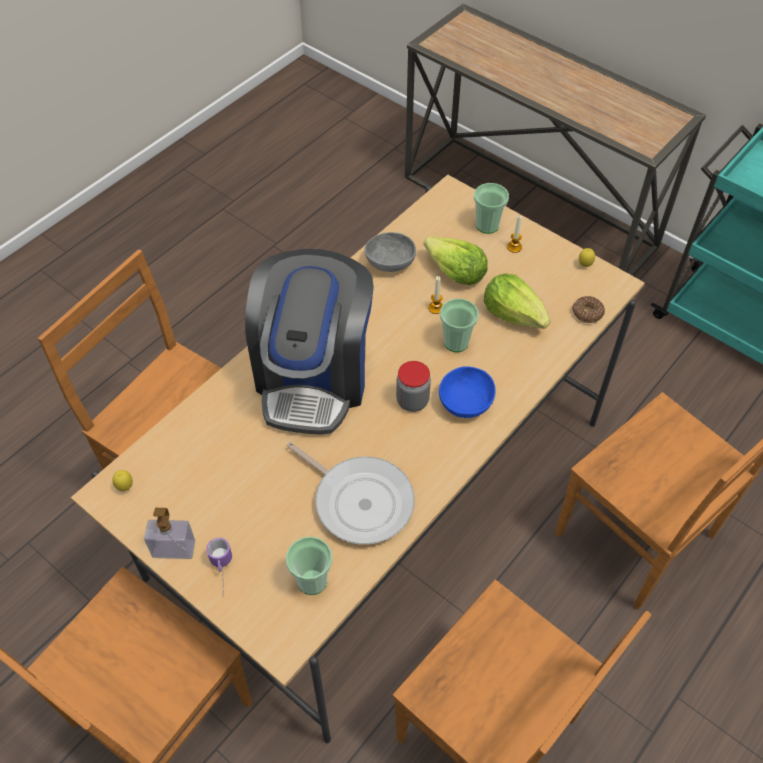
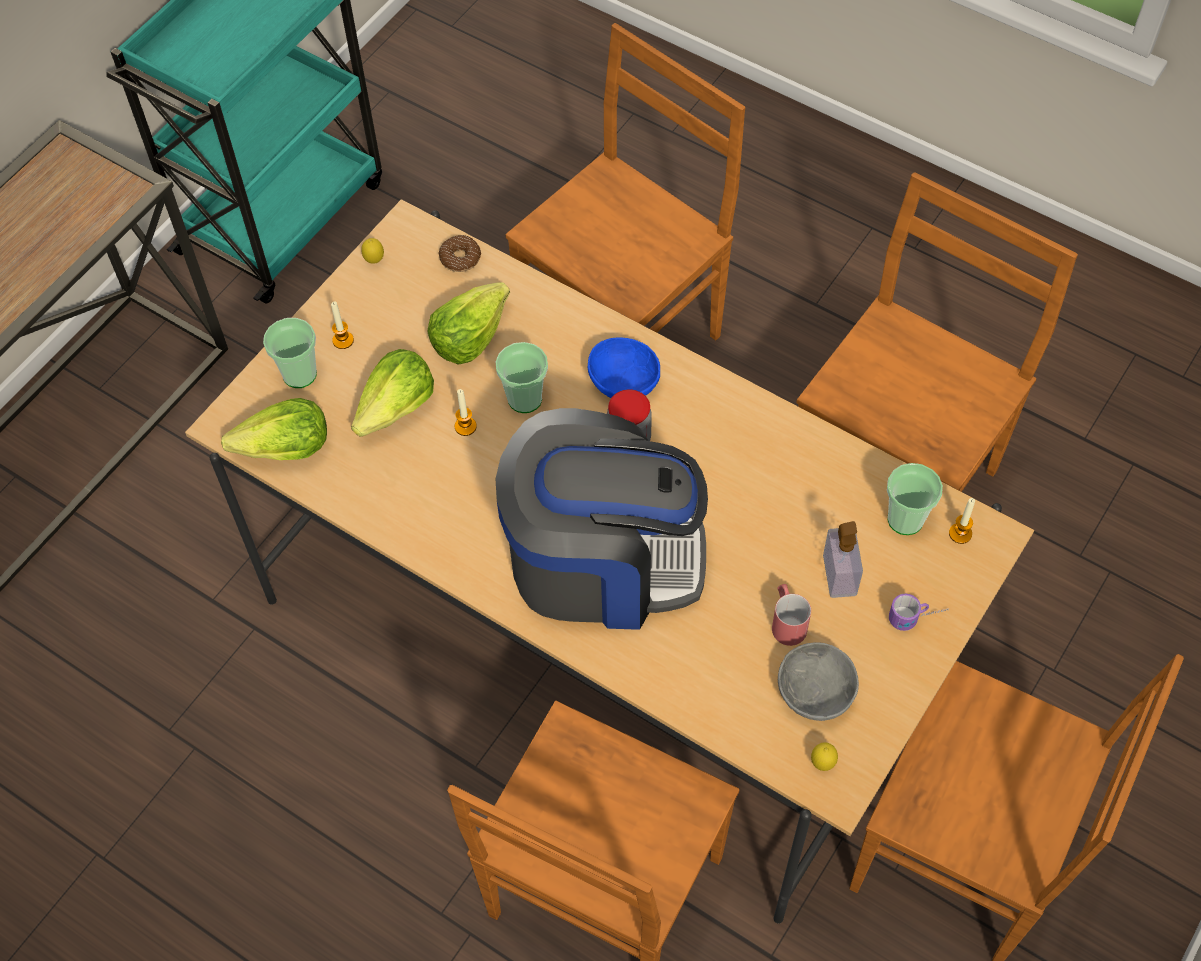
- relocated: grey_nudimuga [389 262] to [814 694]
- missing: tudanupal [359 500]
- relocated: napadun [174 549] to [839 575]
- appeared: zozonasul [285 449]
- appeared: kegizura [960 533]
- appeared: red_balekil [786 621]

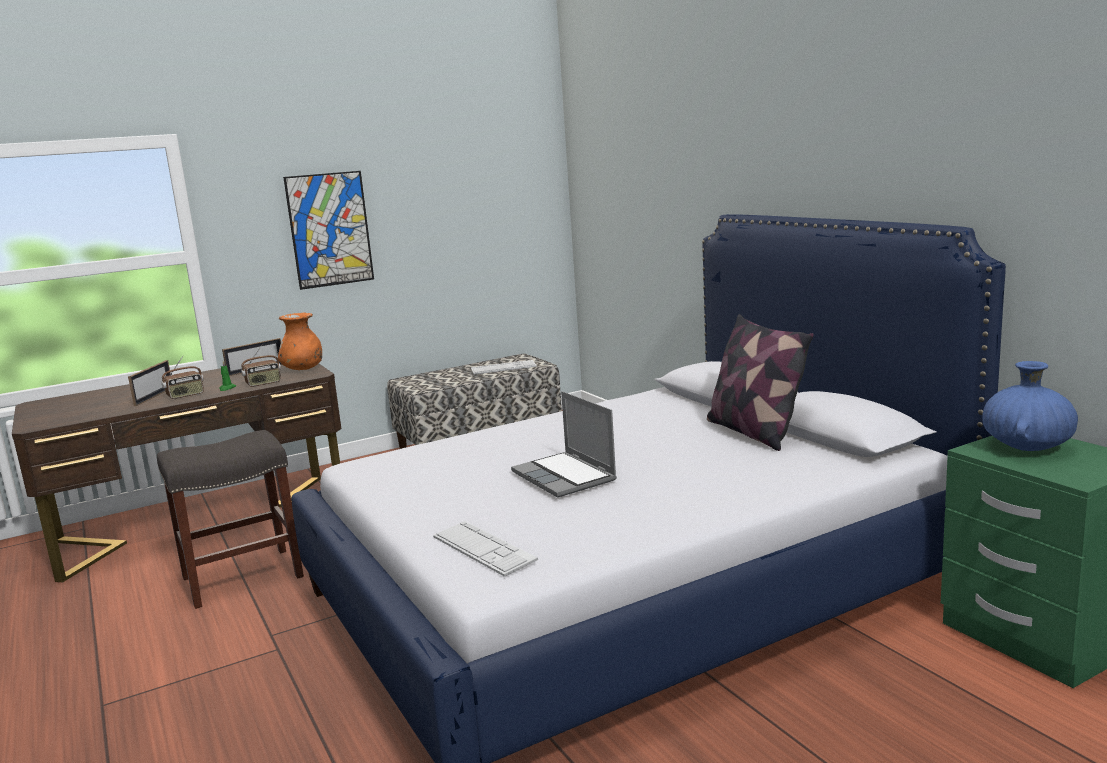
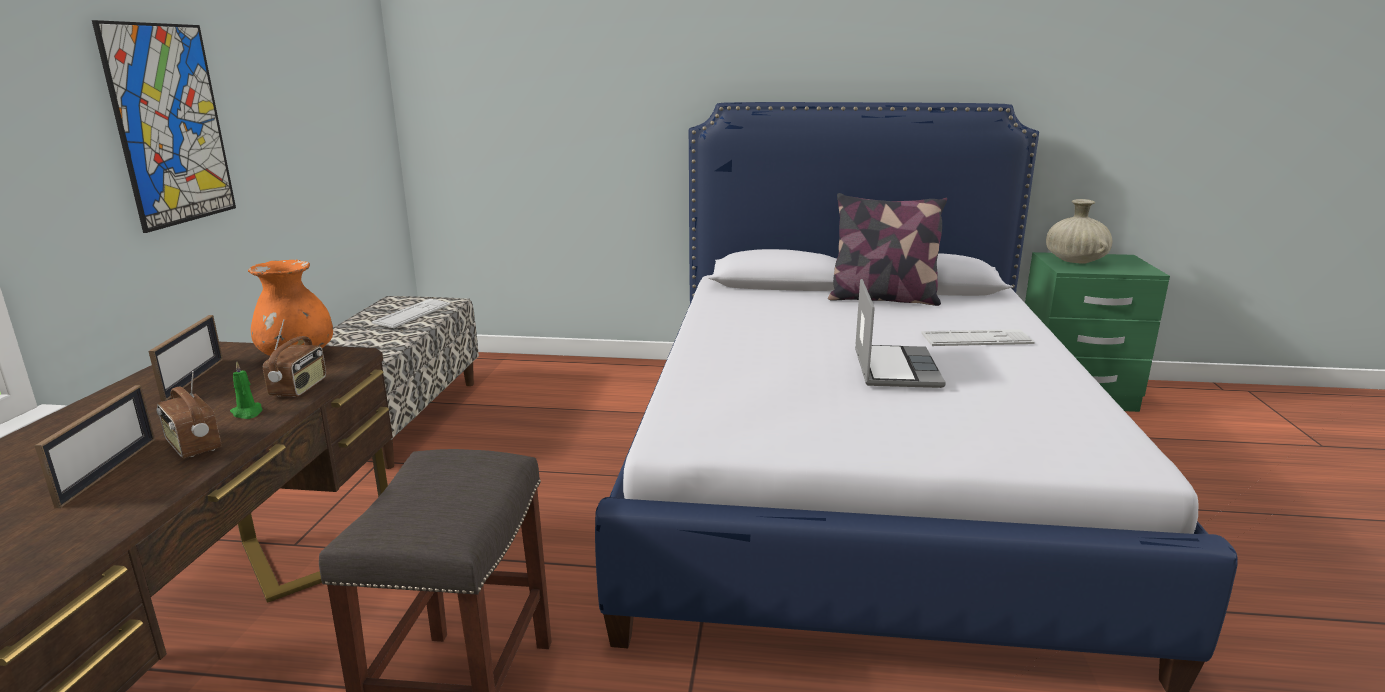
- spun: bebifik [185 395] = [192 446] 135 degrees clockwise
- spun: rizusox [154 396] = [108 471] 45 degrees clockwise
- colour: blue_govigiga [1026 446] to beige_govigiga [1075 261]
- spun: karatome [565 477] = [894 368] 90 degrees counterclockwise
- relocated: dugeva [483 549] to [976 339]

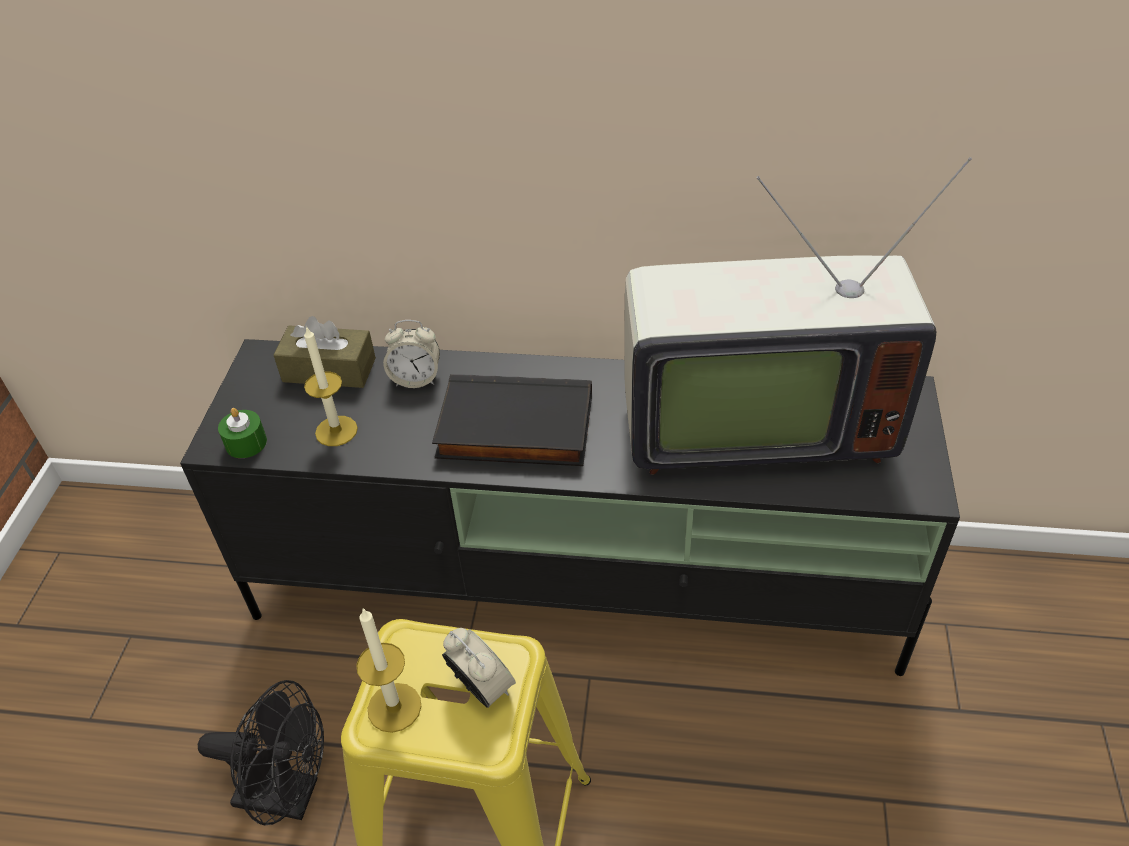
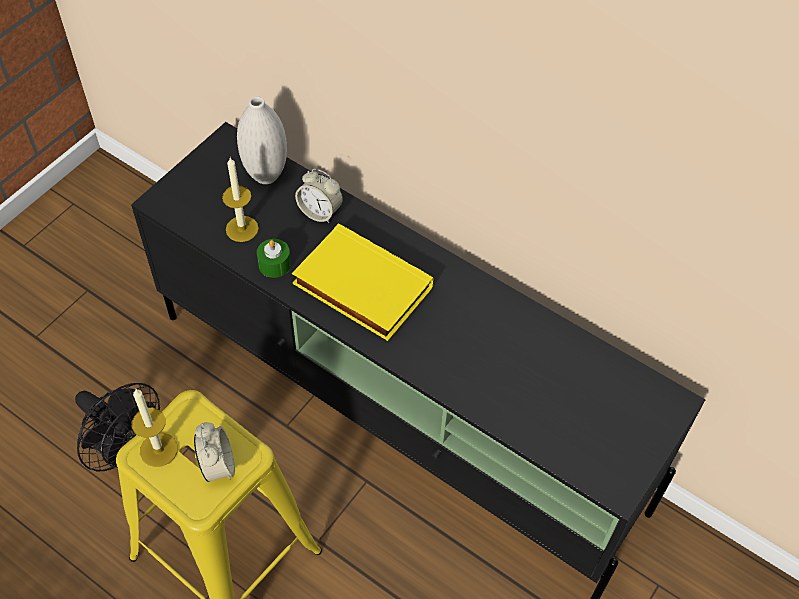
- missing: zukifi [750 423]
- exchanged: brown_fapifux [329 370] to white_govigiga [266 176]
- colour: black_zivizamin [513 429] to yellow_zivizamin [360 287]
- relocated: green_kegizura [246 443] to [274 264]

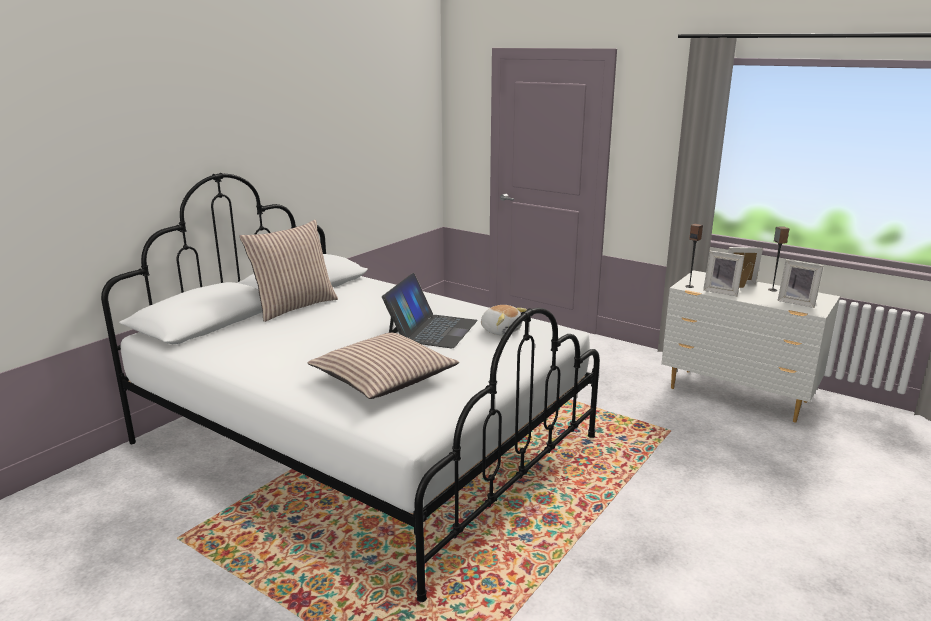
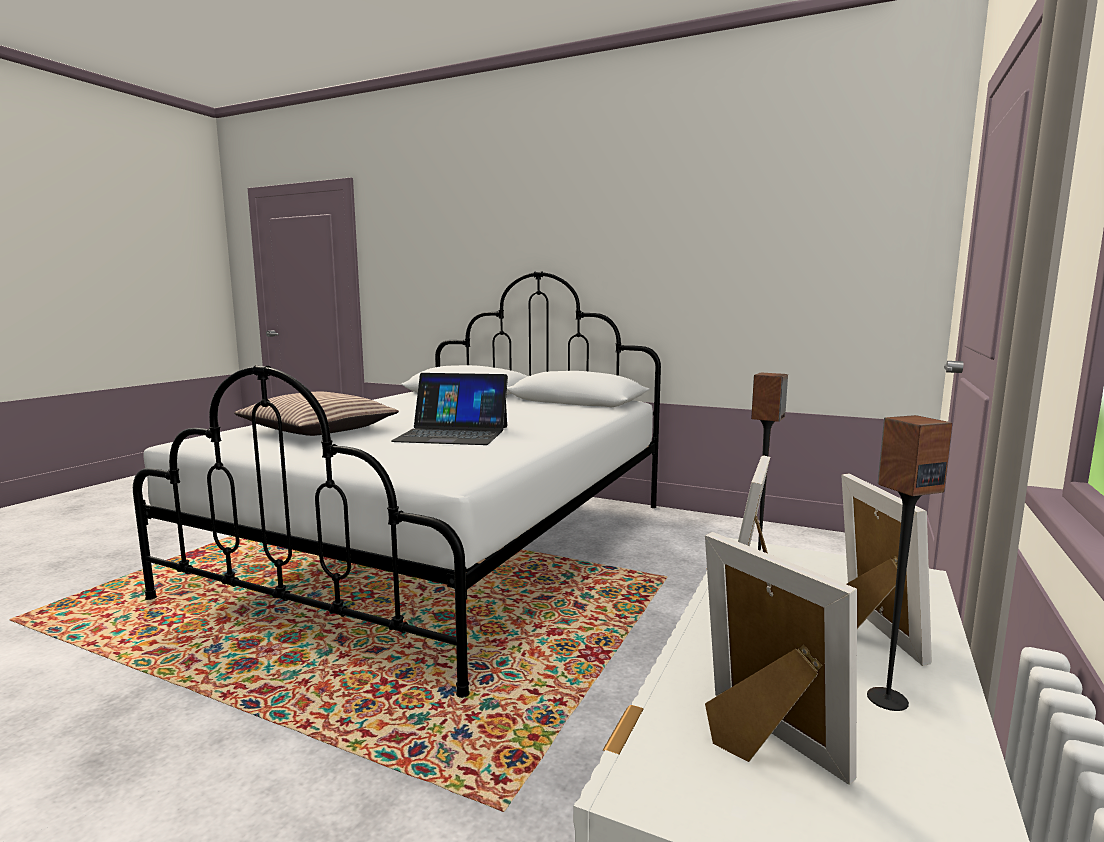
- missing: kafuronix [294 306]
- spun: rizusox [797 302] = [759 745] 120 degrees clockwise
- missing: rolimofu [501 330]

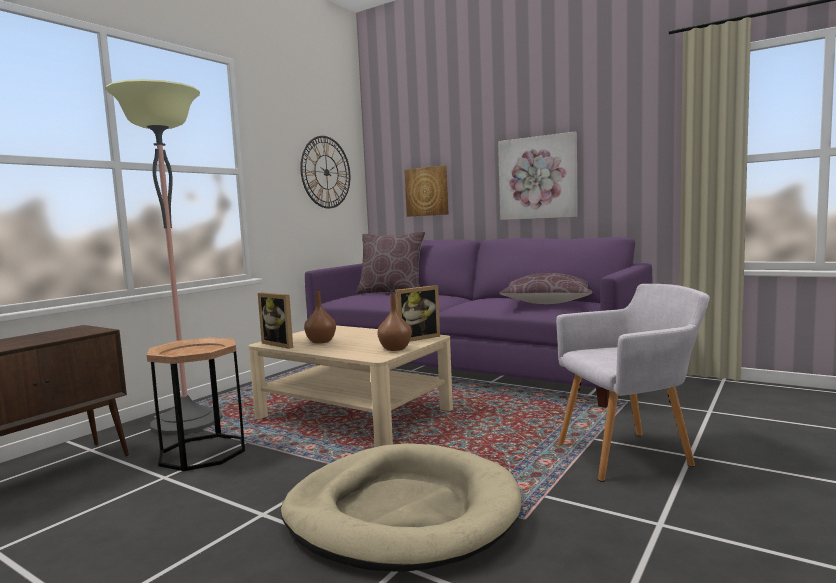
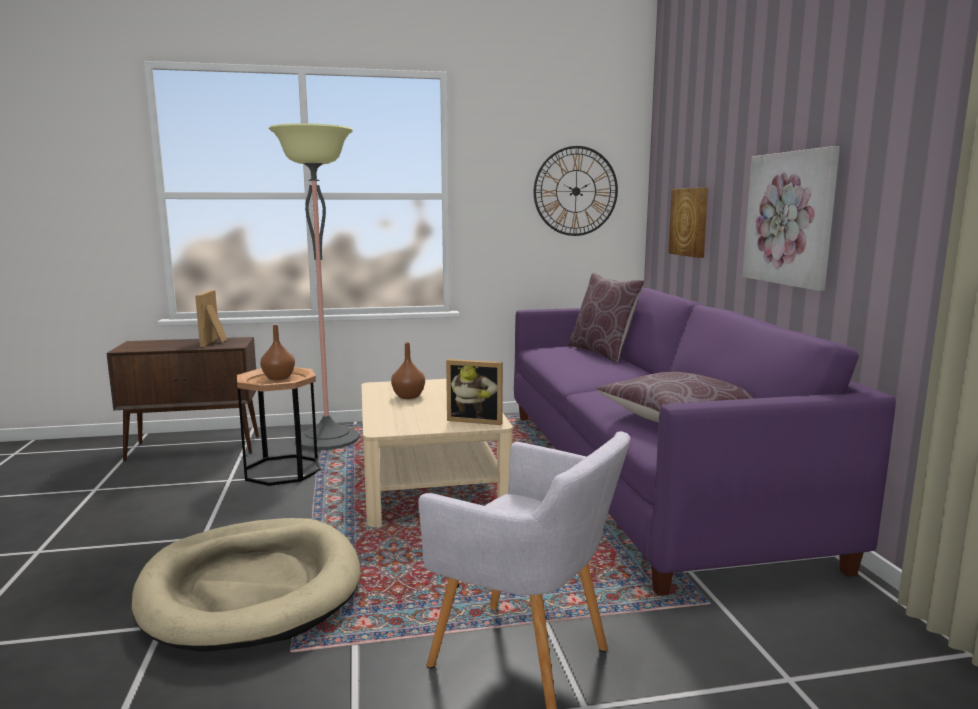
- relocated: rizusox [281 344] to [215 342]
- relocated: brown_govigiga [394 349] to [278 378]

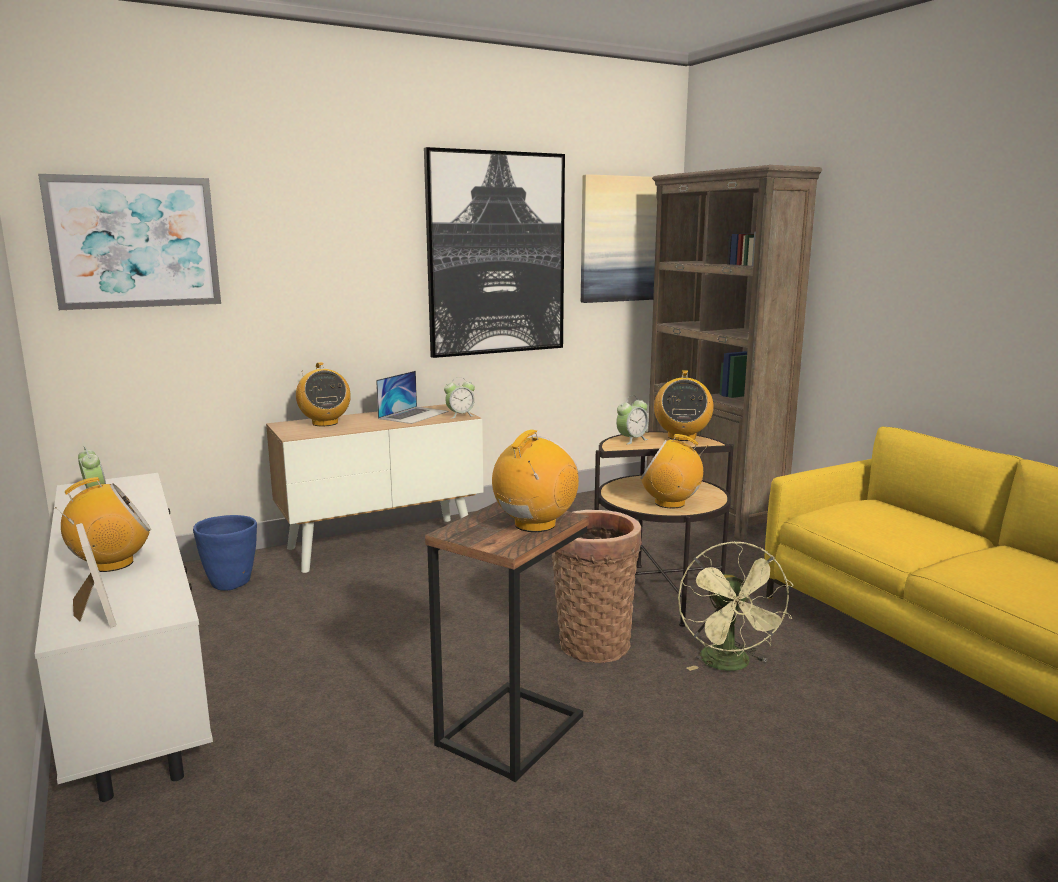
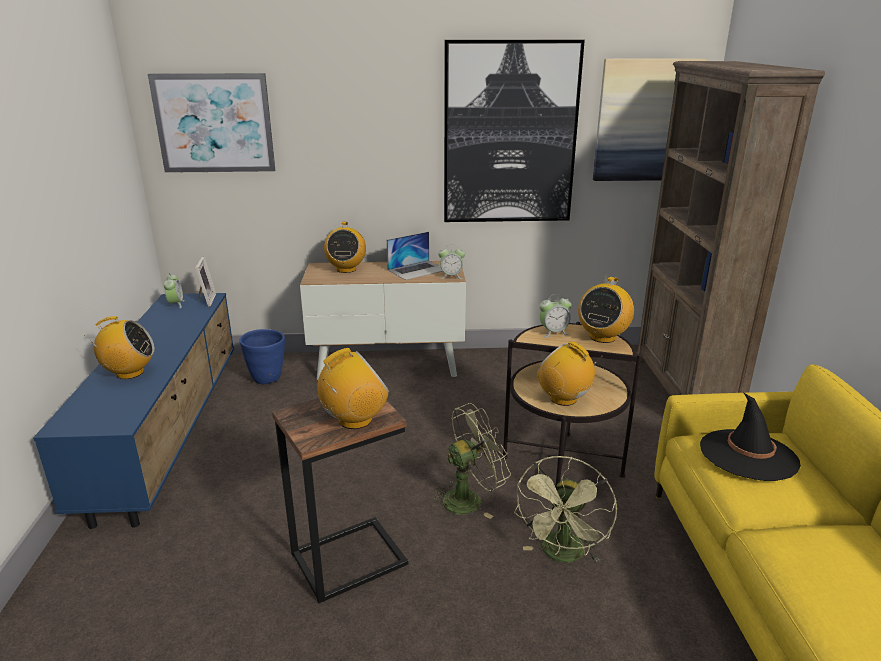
- colour: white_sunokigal [133 666] to blue_sunokigal [169 432]
- exchanged: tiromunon [592 642] to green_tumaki [469 498]
- relocated: rizusox [93 616] to [205 300]
- appeared: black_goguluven [748 455]

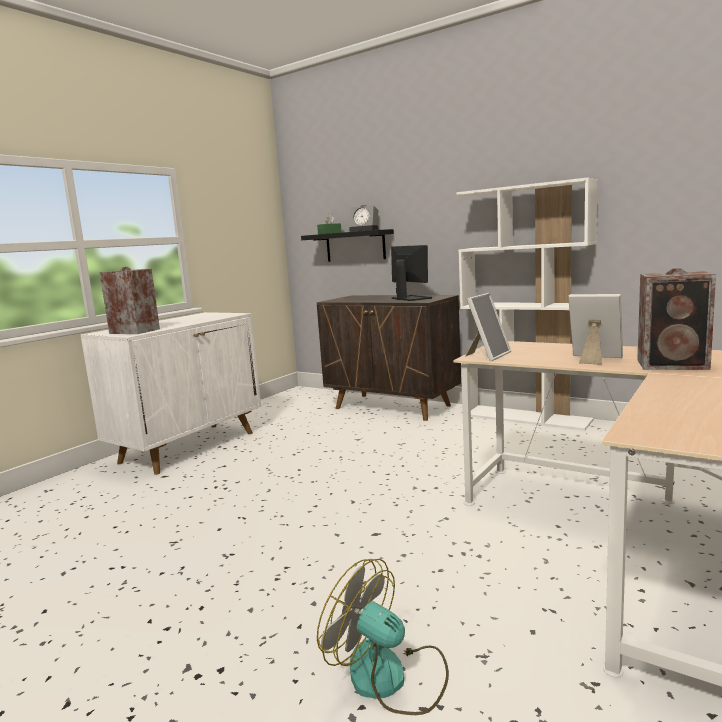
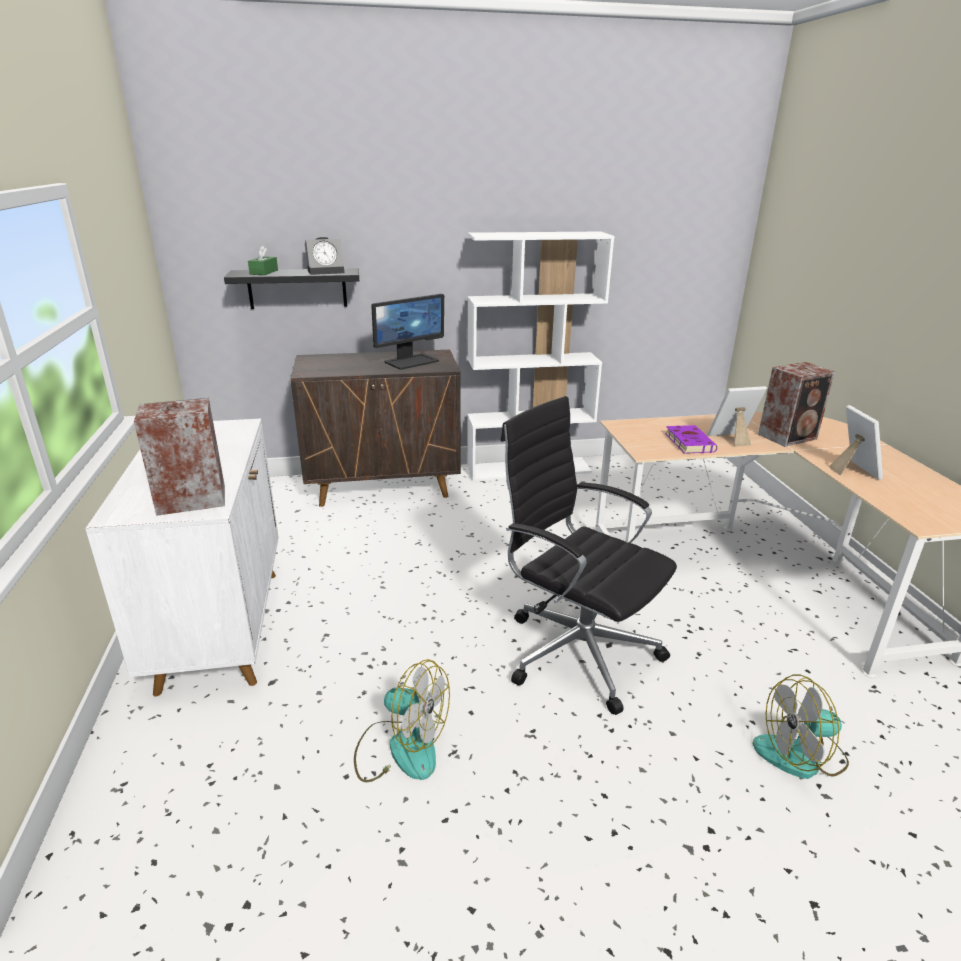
- spun: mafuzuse [410 298] = [411 361] 120 degrees clockwise
- relocated: rizusox [487 356] to [852 470]
- appeared: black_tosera [577 650]
- appeared: purple_zivizamin [688 442]
- appeared: tumaki [401 748]

